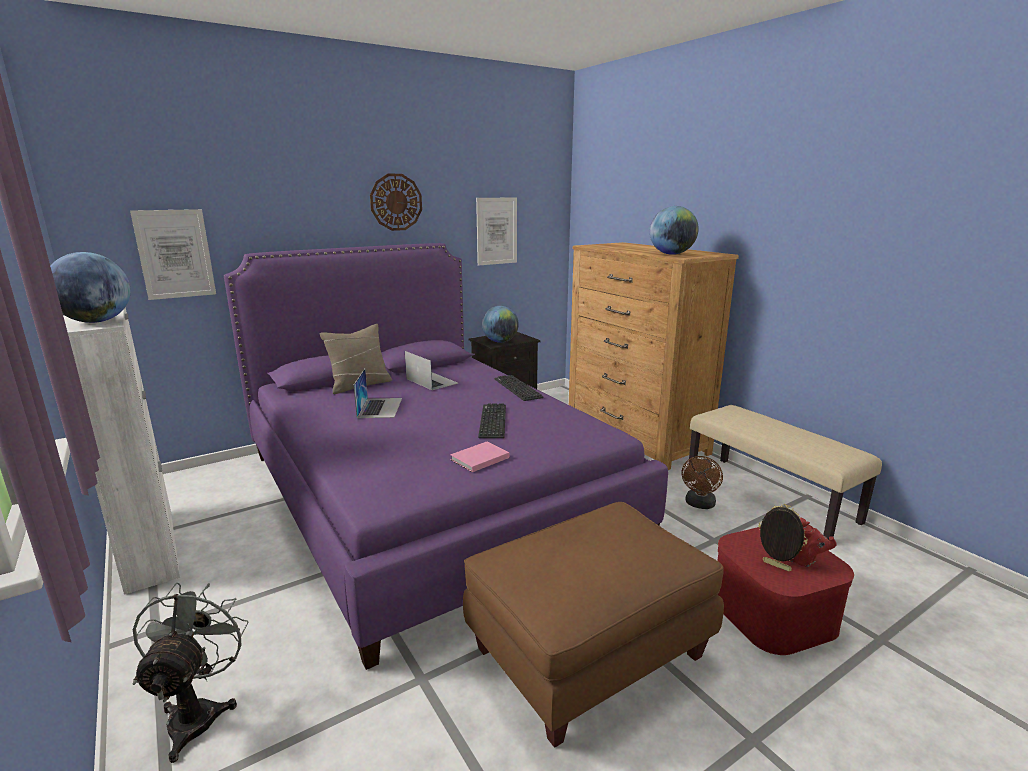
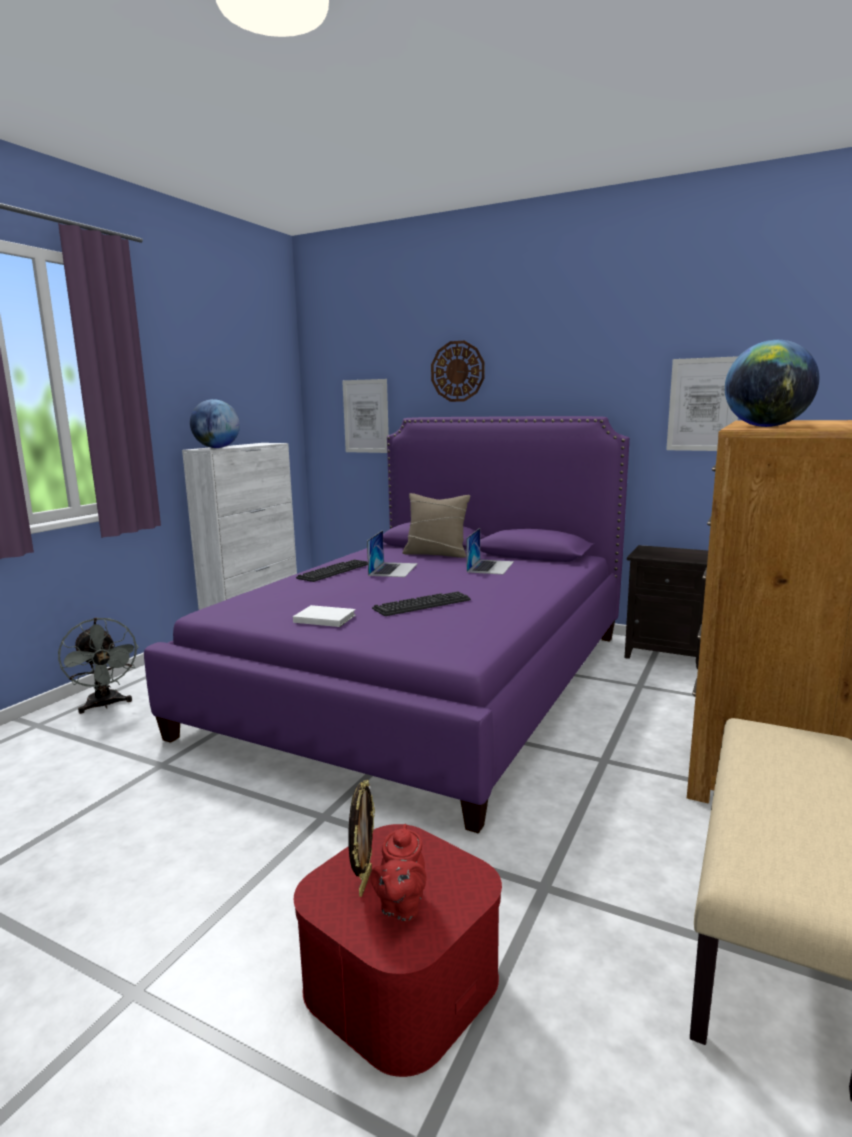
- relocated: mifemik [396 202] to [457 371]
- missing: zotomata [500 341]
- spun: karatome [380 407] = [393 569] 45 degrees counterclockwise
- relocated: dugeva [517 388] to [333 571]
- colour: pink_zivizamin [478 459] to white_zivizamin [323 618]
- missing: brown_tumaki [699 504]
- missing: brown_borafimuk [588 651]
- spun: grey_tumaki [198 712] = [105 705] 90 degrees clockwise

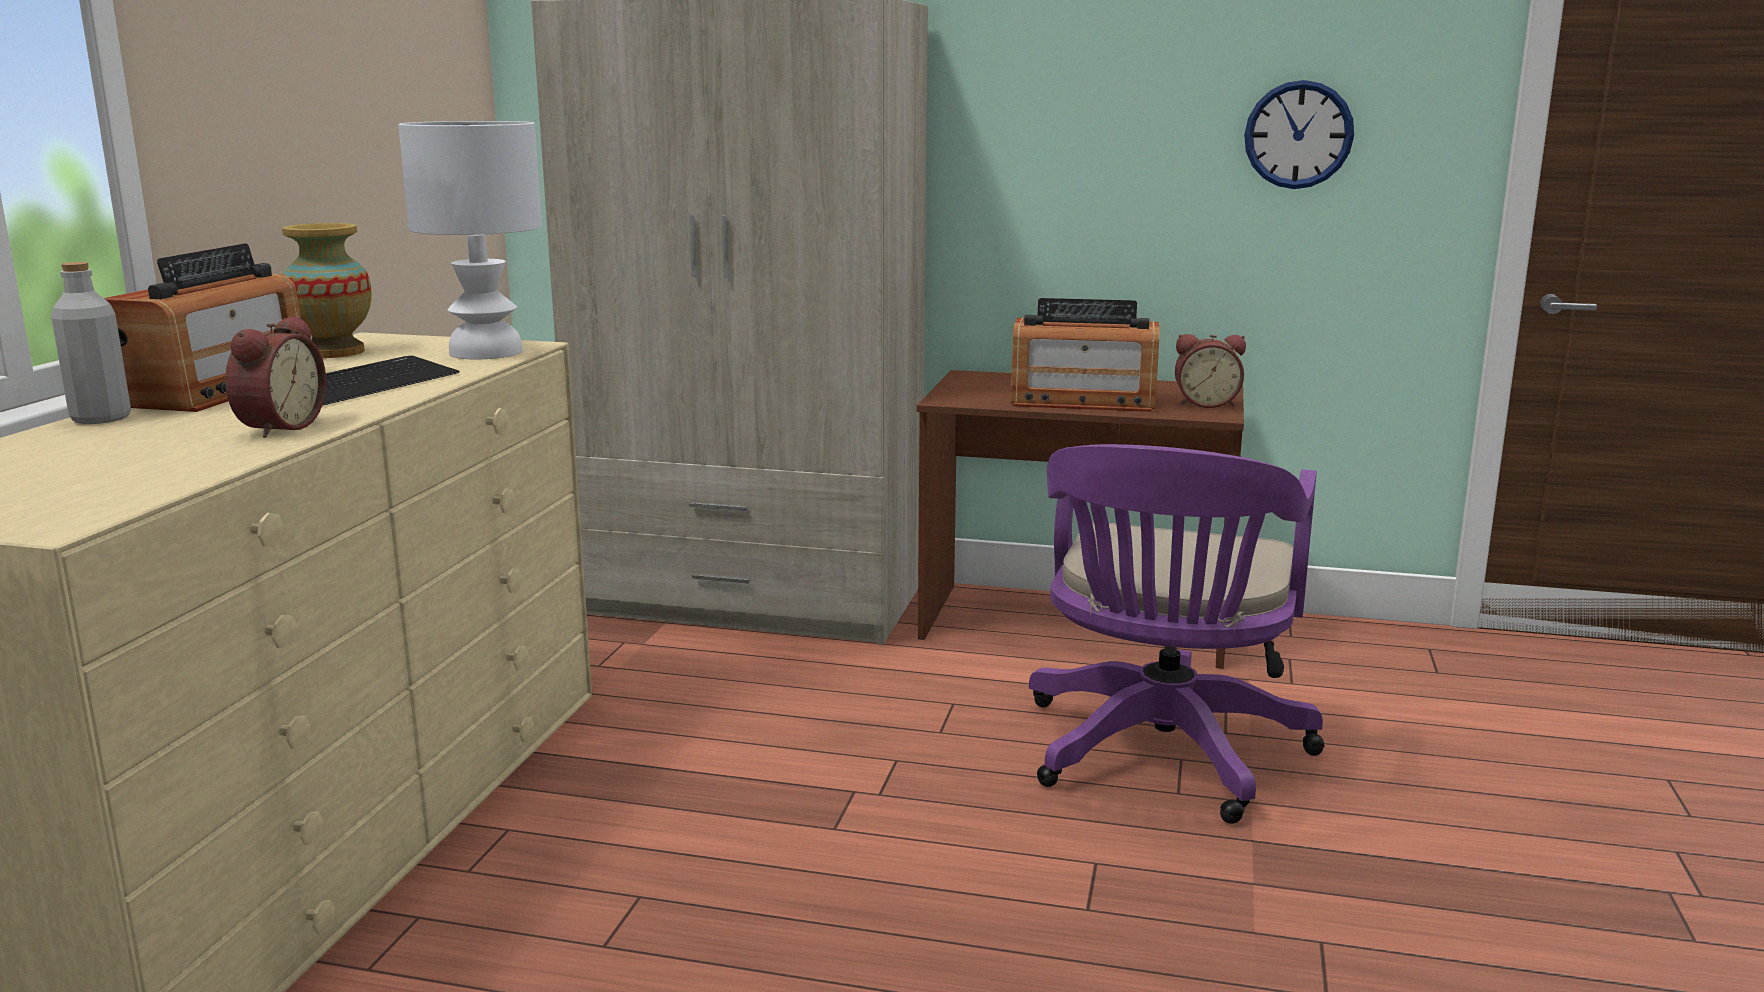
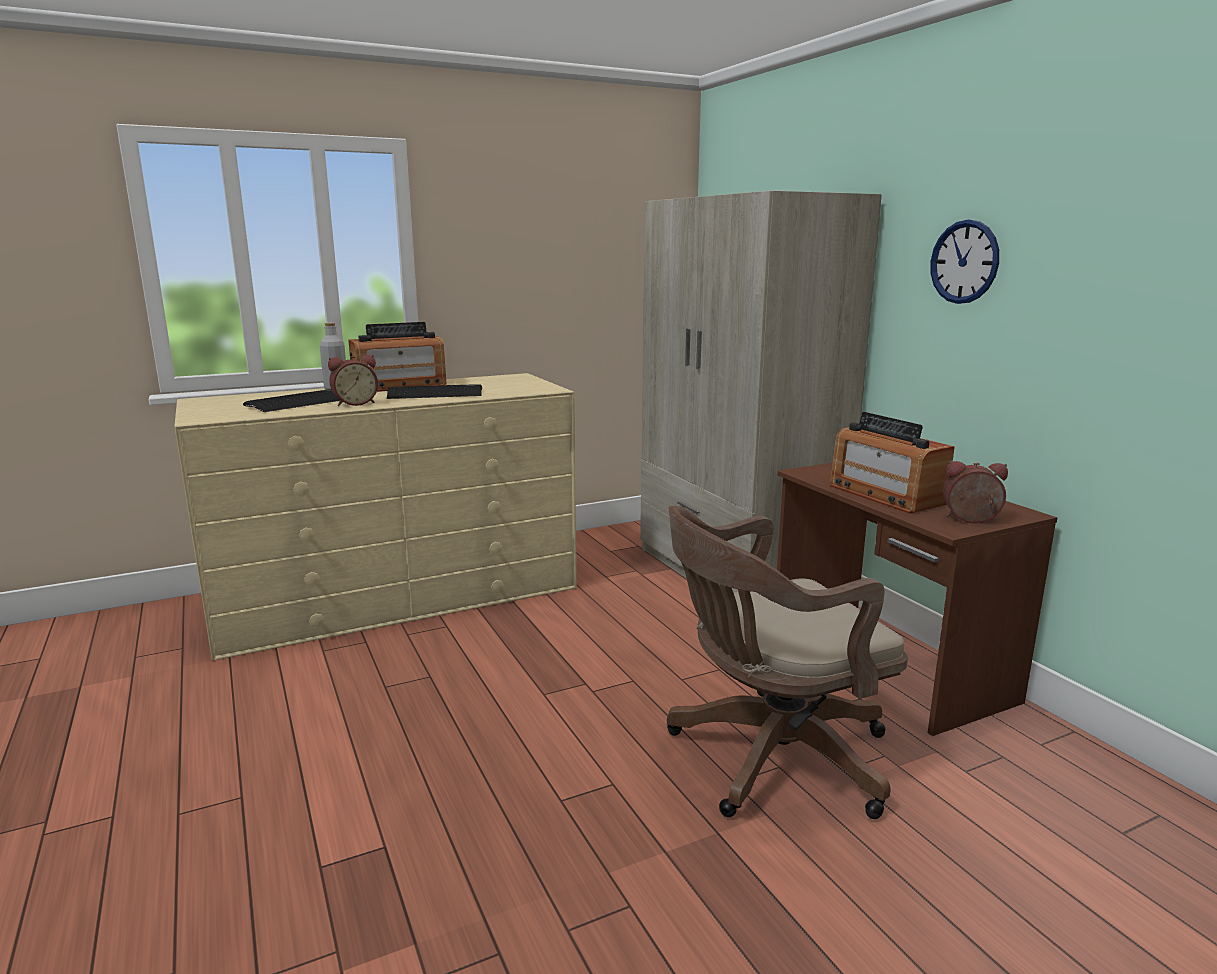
- relocated: mifemik [1298 135] to [964 262]
- missing: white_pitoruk [486 352]
- missing: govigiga [333 352]
- spun: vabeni [1206 404] = [971 520] 135 degrees clockwise
- colour: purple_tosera [1161 756] to brown_tosera [770 758]
- appeared: dugeva [301 402]

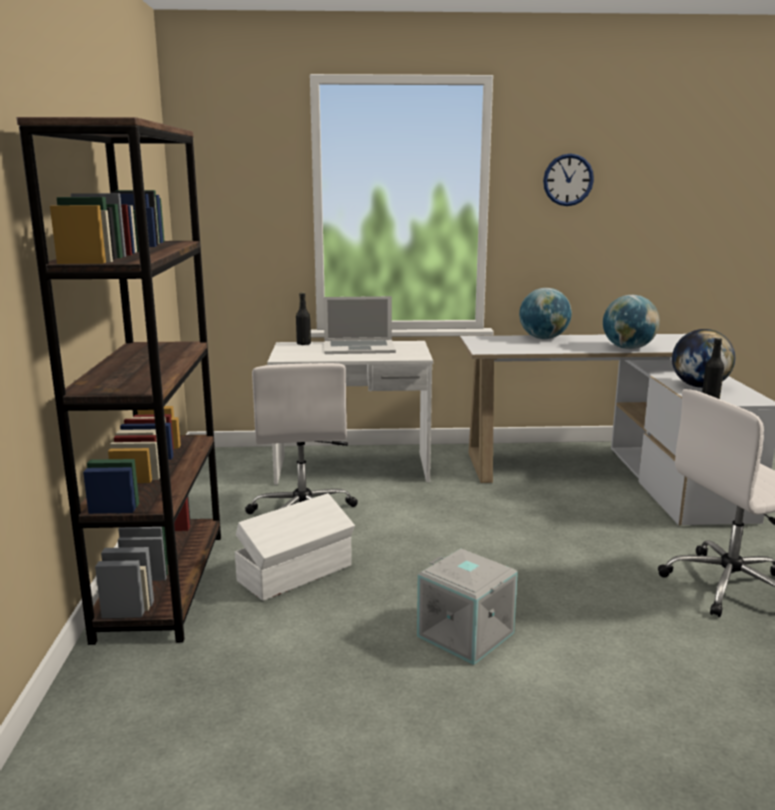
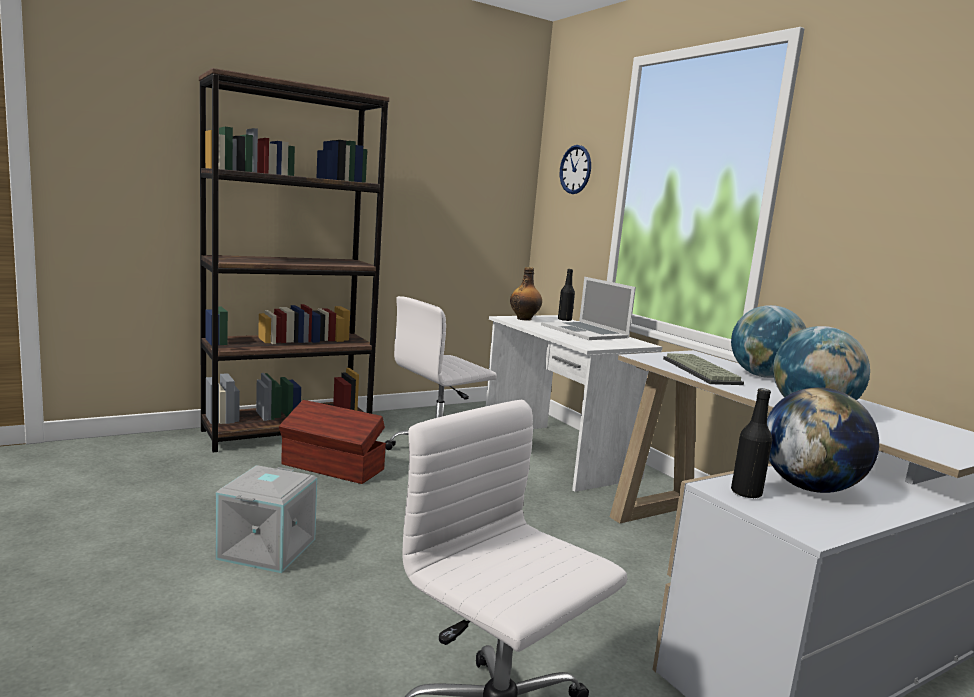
- relocated: mifemik [568 180] to [575 169]
- colour: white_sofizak [297 573] to brown_sofizak [332 467]
- appeared: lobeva [524 319]
- appeared: dugeva [703 371]

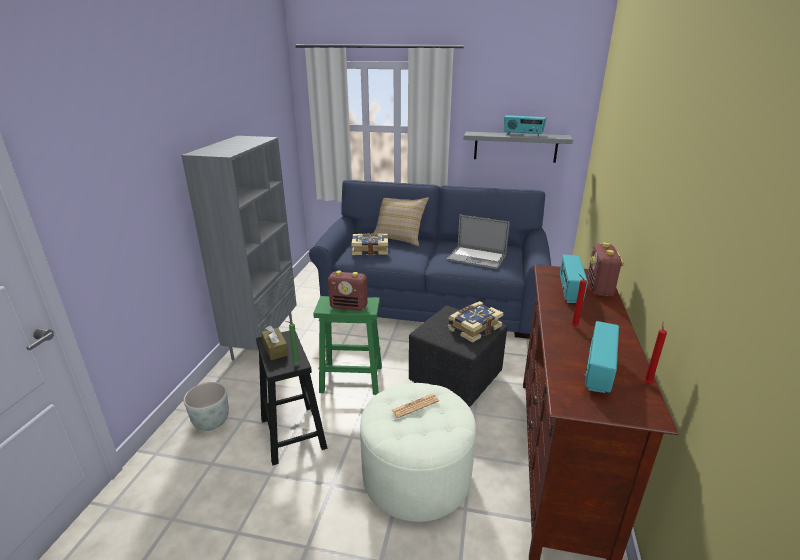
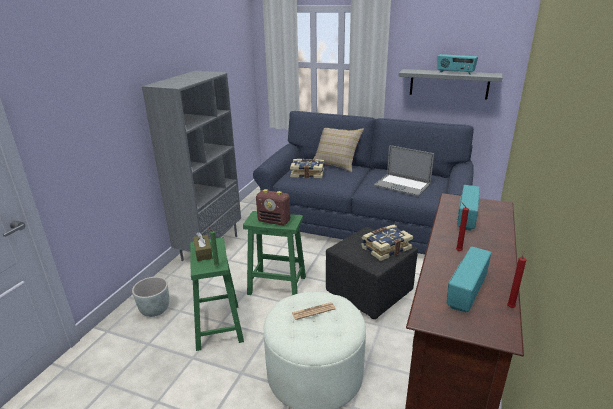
- missing: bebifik [600 288]
- colour: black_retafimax [292 432] to green_retafimax [218 325]

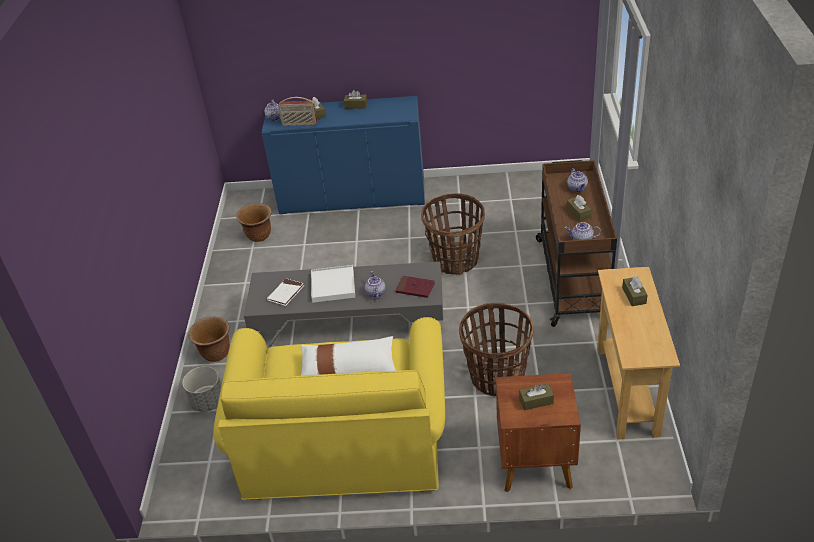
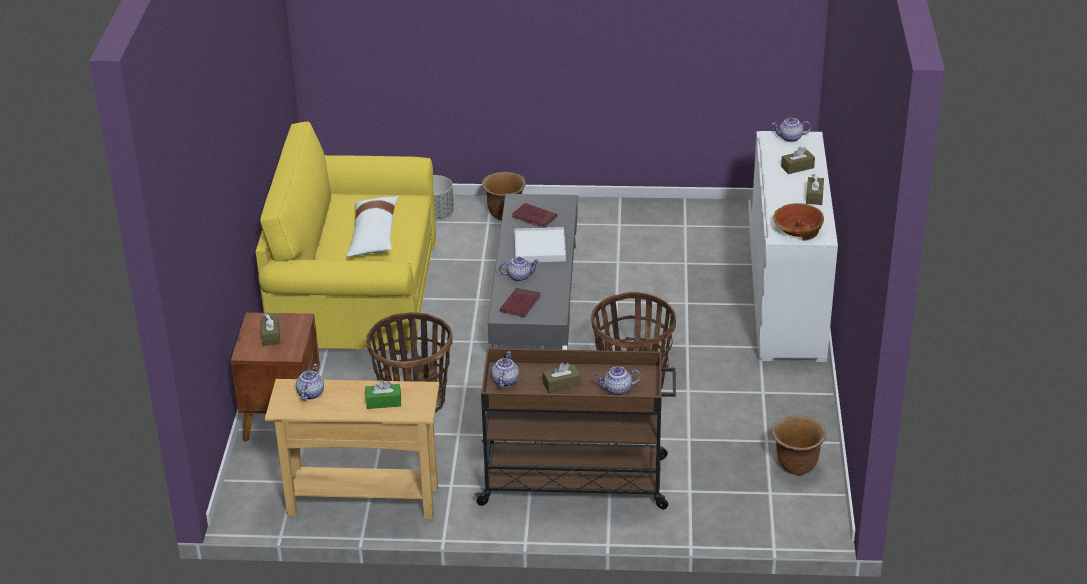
- colour: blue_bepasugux [352 197] to white_bepasugux [786 299]
- missing: bebifik [299 124]
- relocated: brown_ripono [259 236] to [796 465]
- colour: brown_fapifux [634 296] to green_fapifux [383 402]
- colour: white_zivizamin [286 293] to red_zivizamin [534 217]
- appeared: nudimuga [797 229]
- appeared: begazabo [310 393]

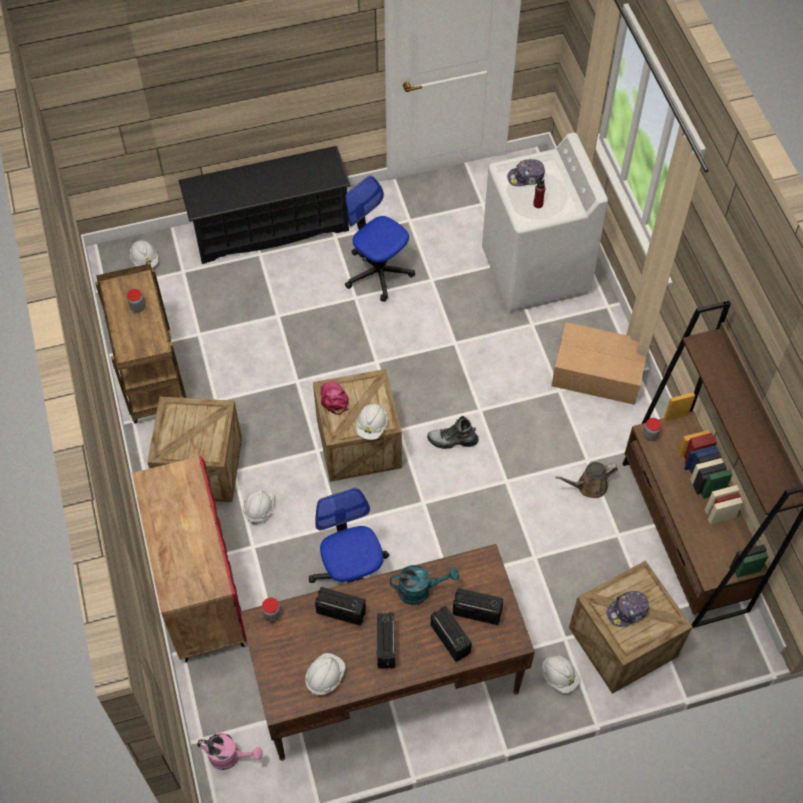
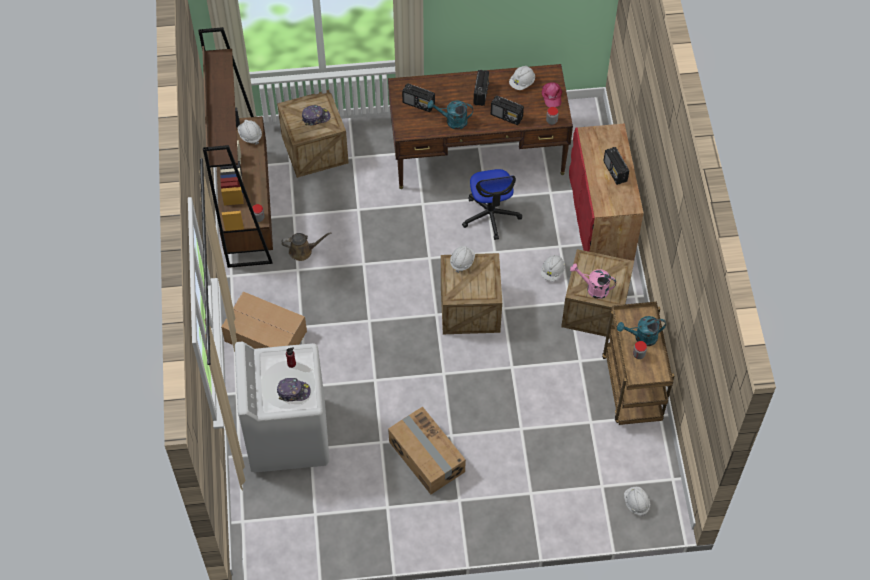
- missing: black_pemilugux [270 228]
- exchanged: tosera [378 272] to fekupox [426 457]
- relocated: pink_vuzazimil [334 399] to [551 96]
- missing: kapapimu [452 440]
- relocated: bebifik [450 639] to [615 172]
- relocated: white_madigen [559 676] to [250 135]
- relocated: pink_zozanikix [230 756] to [593 288]
- appeared: turquoise_zozanikix [641 337]

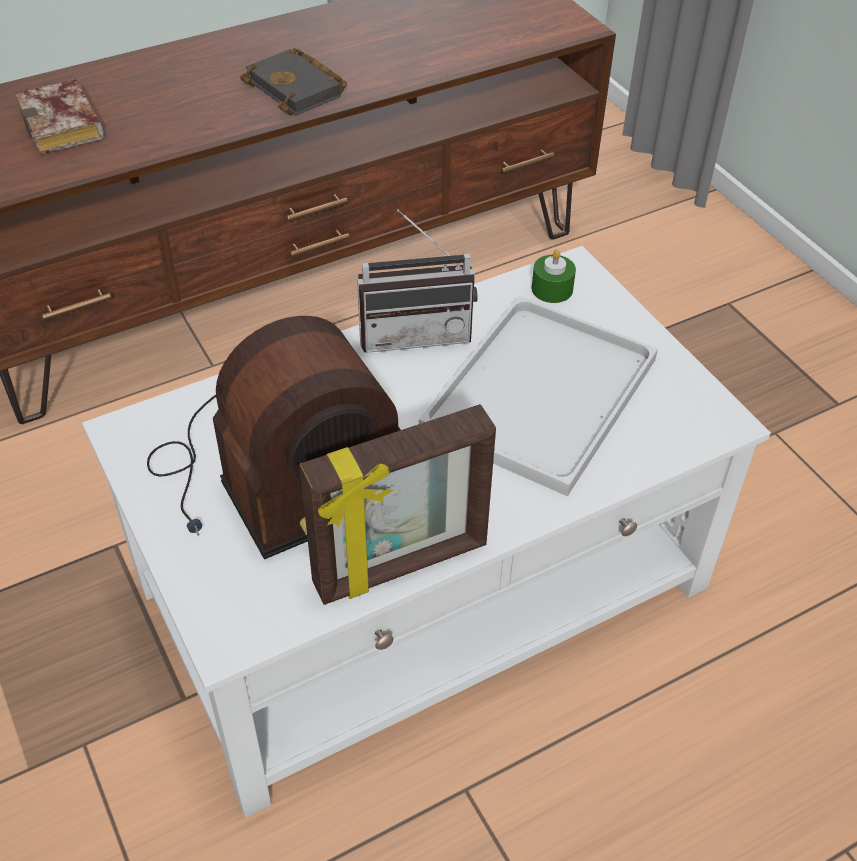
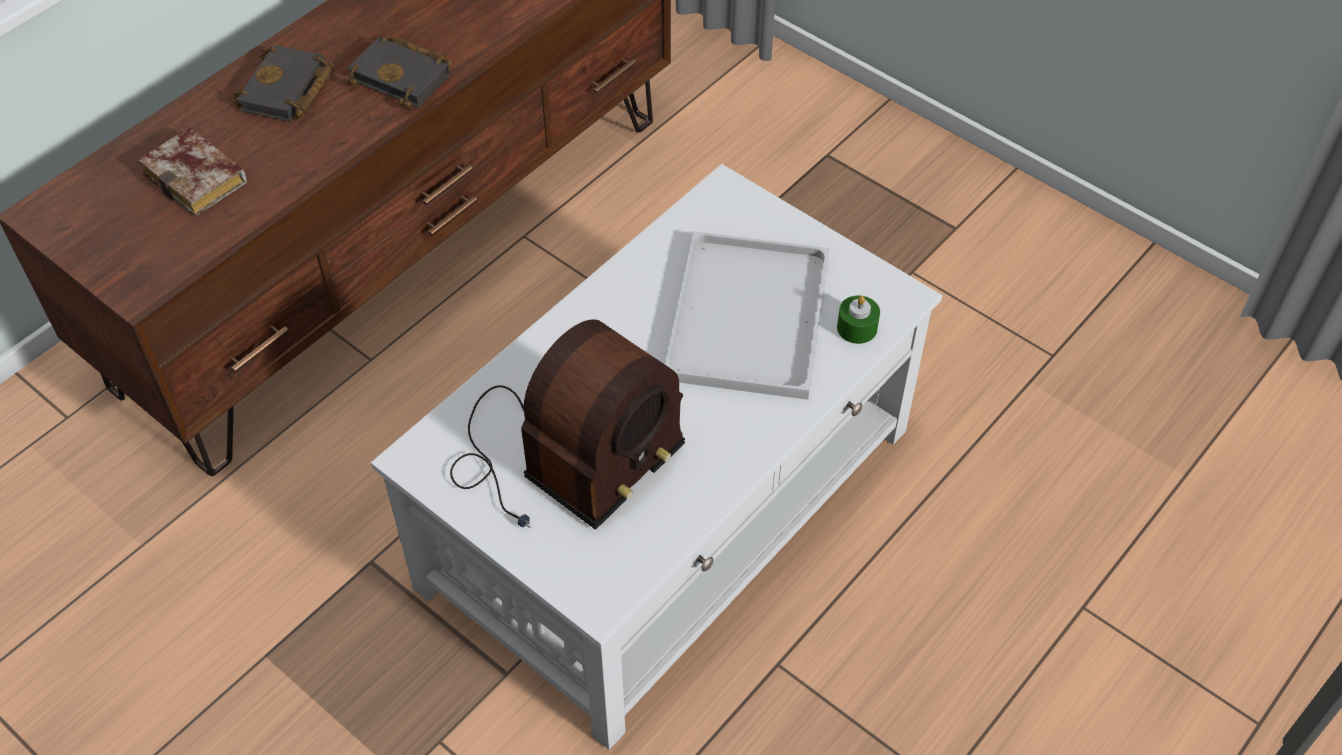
- missing: bebifik [415 332]
- relocated: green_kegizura [552 289] to [857 328]
- missing: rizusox [401 566]
- appeared: black_zivizamin [287 92]

